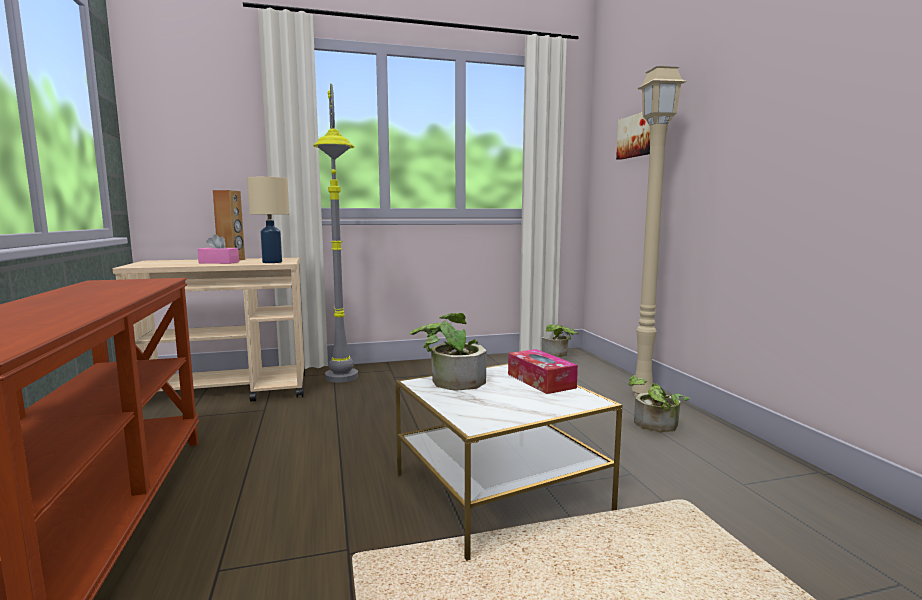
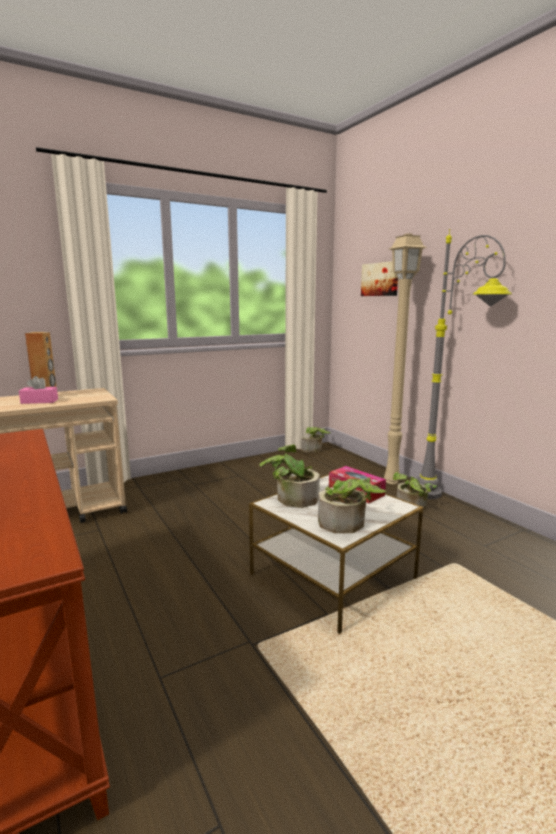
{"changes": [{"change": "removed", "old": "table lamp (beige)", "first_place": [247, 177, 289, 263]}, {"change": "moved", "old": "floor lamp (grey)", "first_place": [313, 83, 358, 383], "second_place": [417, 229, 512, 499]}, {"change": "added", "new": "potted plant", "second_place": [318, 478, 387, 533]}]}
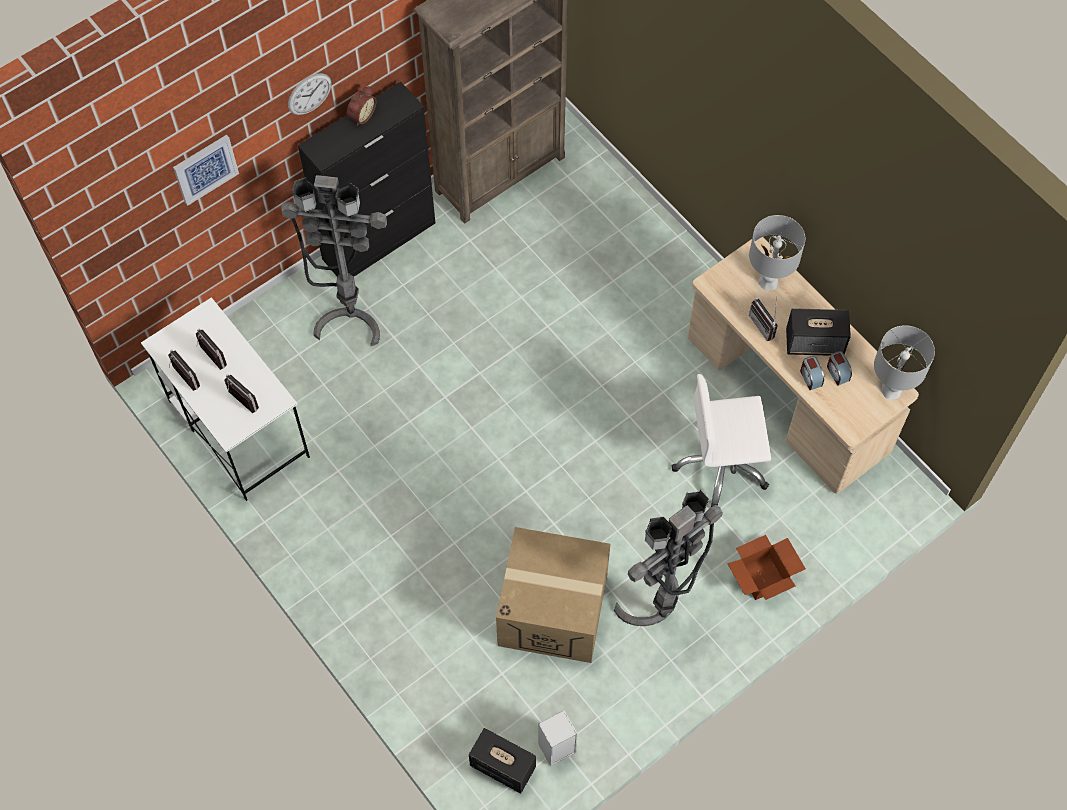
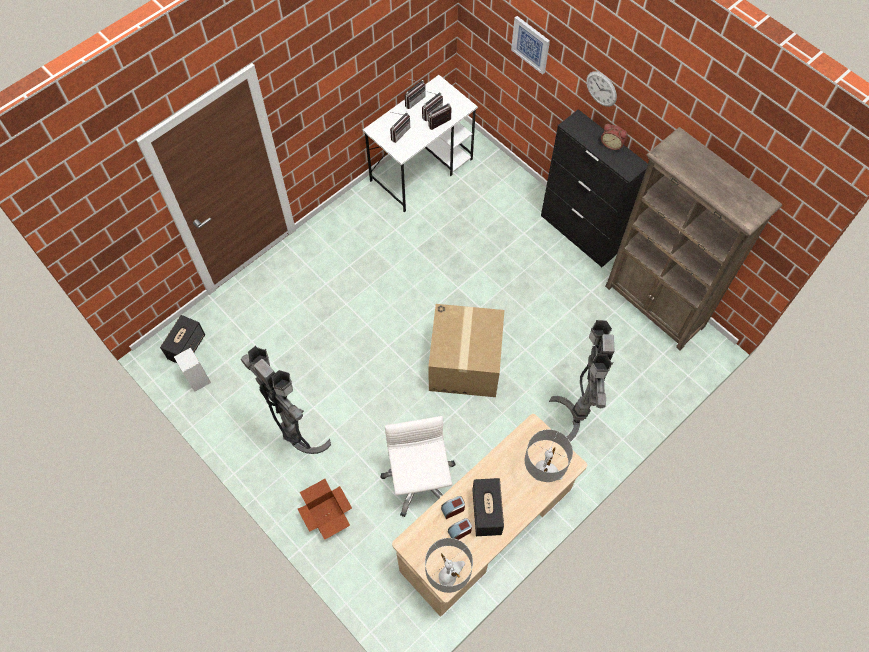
{"changes": [{"change": "moved", "old": "floor lamp (grey)", "first_place": [281, 175, 387, 346], "second_place": [549, 320, 614, 441]}, {"change": "moved", "old": "cardboard box", "first_place": [496, 527, 611, 663], "second_place": [428, 304, 504, 397]}, {"change": "moved", "old": "radio", "first_place": [749, 297, 778, 341], "second_place": [428, 103, 451, 130]}]}
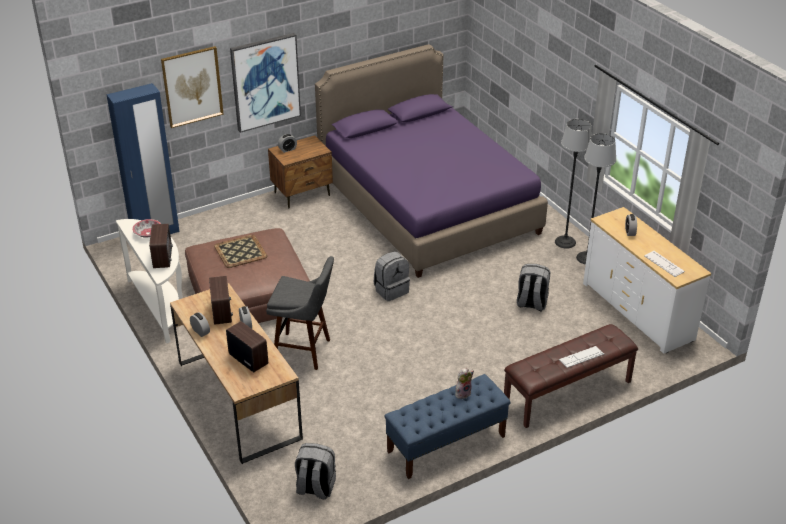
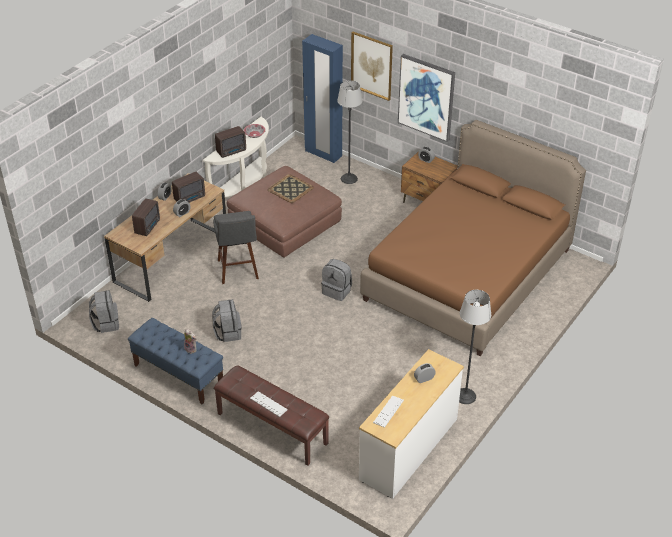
{"changes": [{"change": "recoloured", "old": "bed (purple)", "new": "bed (brown)", "first_place": [315, 44, 548, 278], "second_place": [360, 120, 586, 356]}, {"change": "moved", "old": "backpack (grey)", "first_place": [517, 264, 550, 311], "second_place": [212, 299, 242, 342]}, {"change": "moved", "old": "floor lamp", "first_place": [555, 119, 592, 249], "second_place": [337, 80, 362, 184]}]}
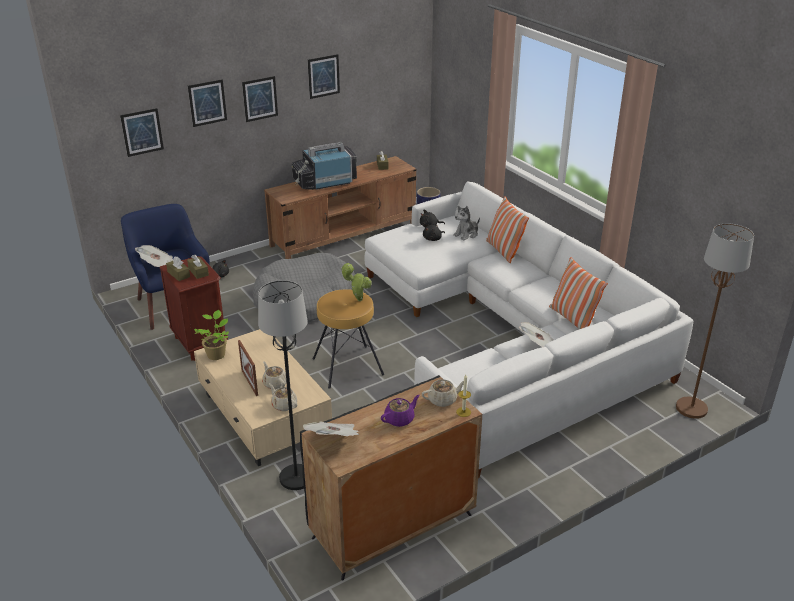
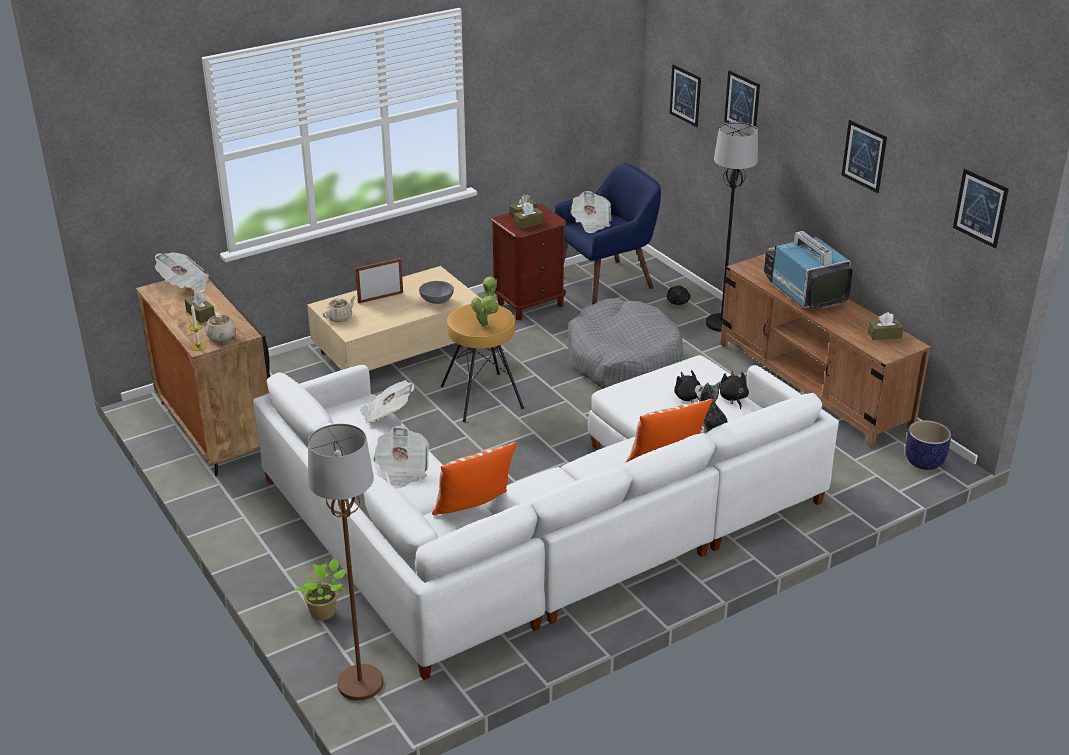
{"changes": [{"change": "moved", "old": "potted plant", "first_place": [194, 310, 229, 360], "second_place": [295, 559, 347, 620]}, {"change": "moved", "old": "picture", "first_place": [242, 76, 278, 122], "second_place": [953, 169, 1009, 248]}, {"change": "moved", "old": "floor lamp (black)", "first_place": [258, 280, 307, 490], "second_place": [706, 122, 758, 332]}, {"change": "removed", "old": "teapot (beige)", "first_place": [262, 361, 286, 389]}, {"change": "replaced", "old": "teapot (purple)", "new": "tissue box (brown)", "first_place": [381, 395, 420, 427], "second_place": [185, 291, 215, 323]}, {"change": "added", "new": "newspaper", "second_place": [360, 380, 414, 423]}, {"change": "added", "new": "bowl (grey)", "second_place": [419, 281, 454, 304]}]}
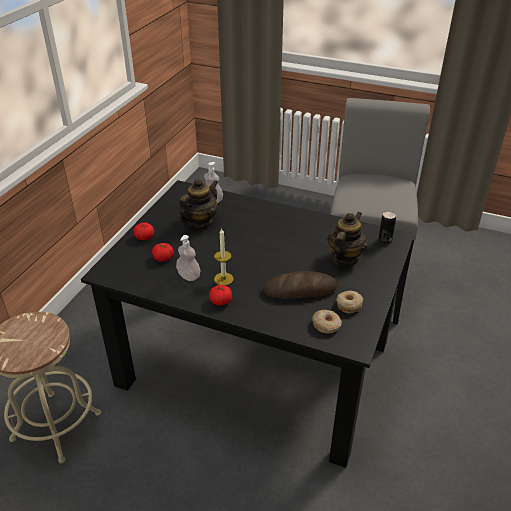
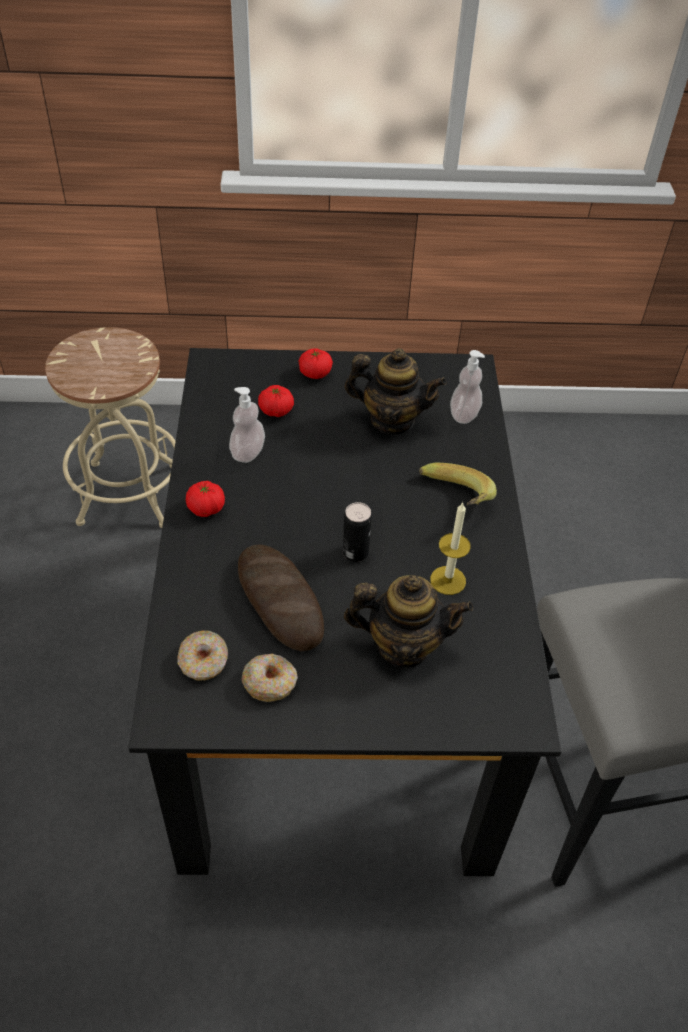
{"changes": [{"change": "moved", "old": "candle", "first_place": [214, 228, 233, 285], "second_place": [430, 503, 471, 595]}, {"change": "moved", "old": "can", "first_place": [378, 211, 396, 244], "second_place": [342, 502, 372, 562]}, {"change": "added", "new": "banana", "second_place": [419, 463, 497, 505]}]}
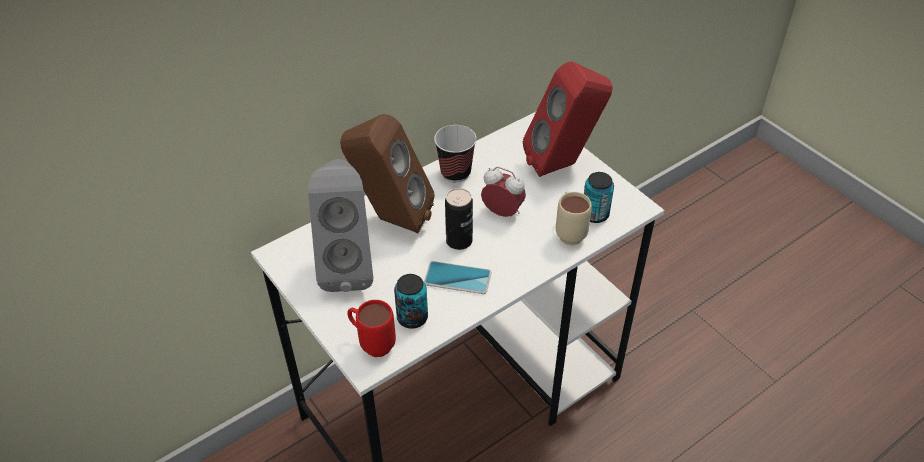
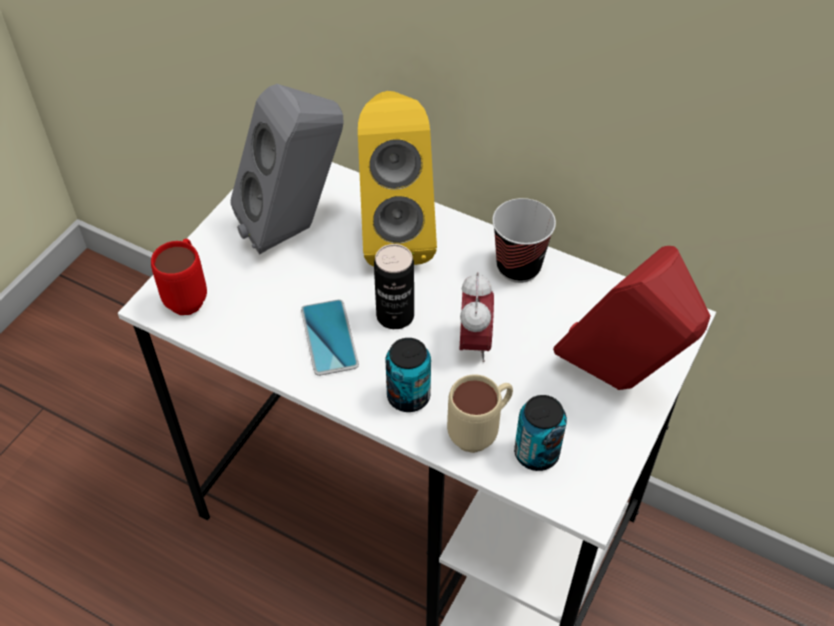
{"changes": [{"change": "recoloured", "old": "speaker (brown)", "new": "speaker (yellow)", "first_place": [340, 114, 435, 233], "second_place": [358, 91, 437, 266]}, {"change": "moved", "old": "can", "first_place": [394, 274, 428, 329], "second_place": [385, 338, 431, 412]}]}
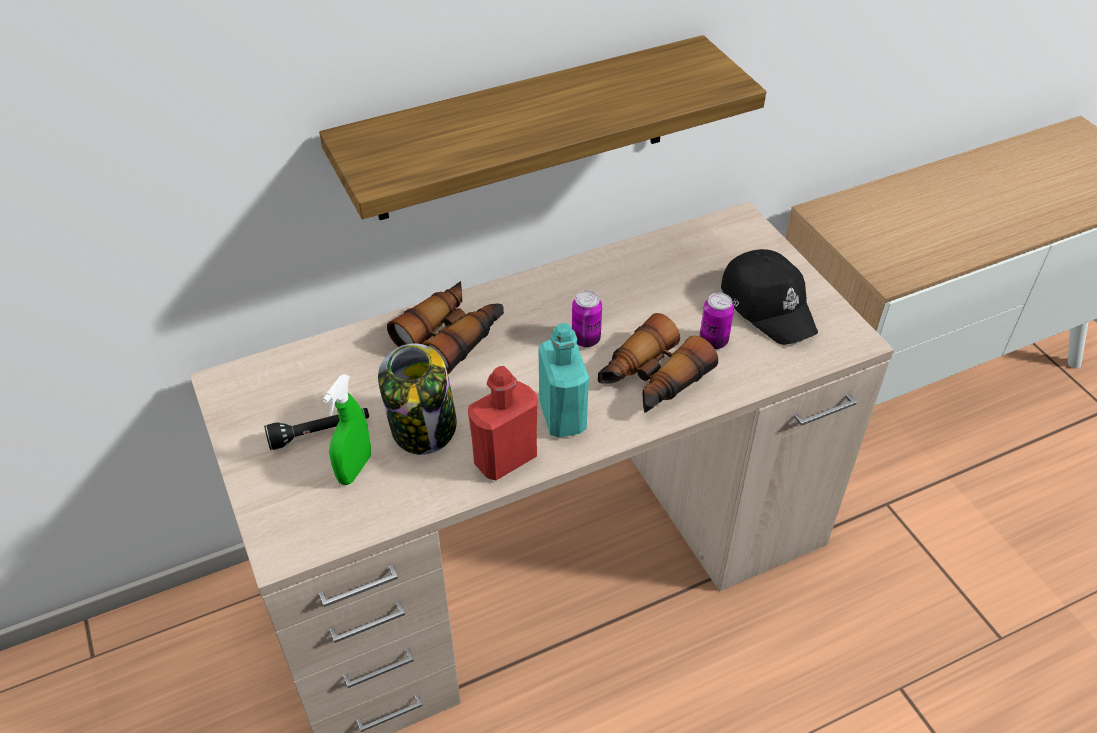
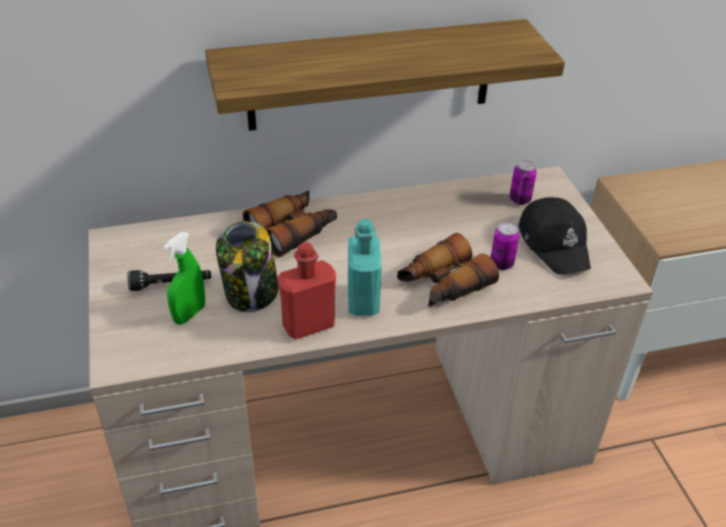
{"changes": [{"change": "moved", "old": "can", "first_place": [572, 291, 602, 347], "second_place": [510, 160, 537, 205]}]}
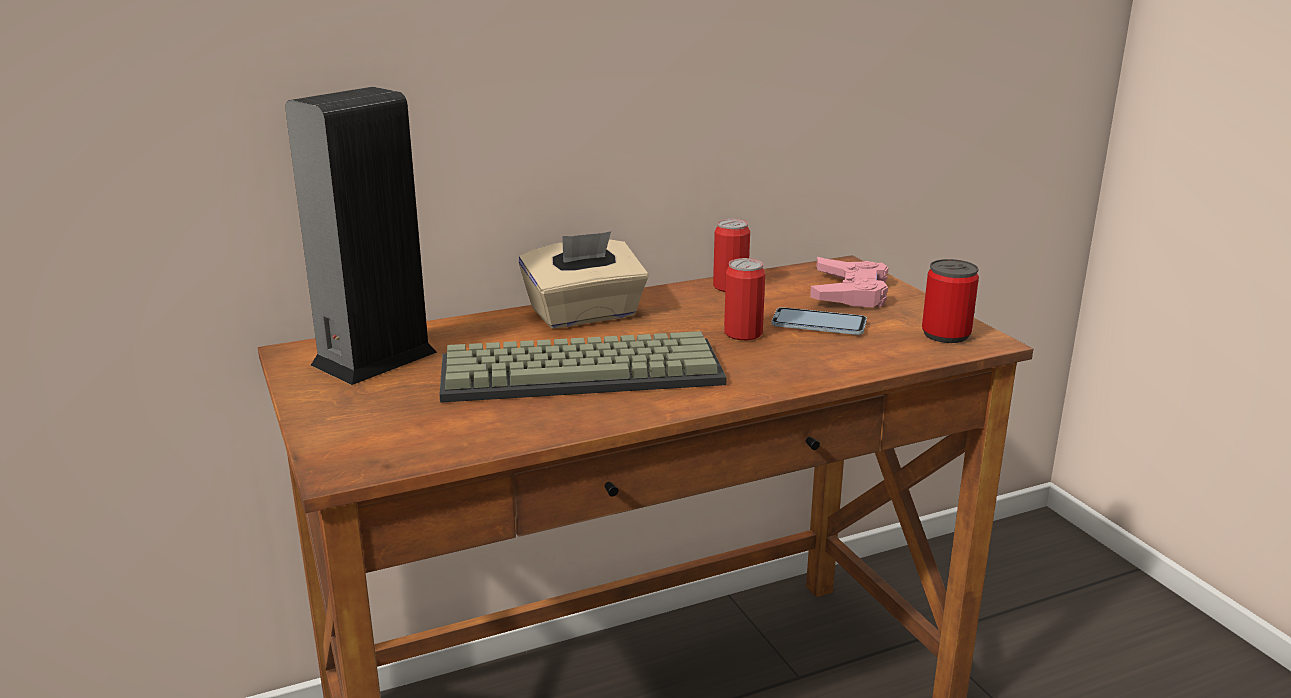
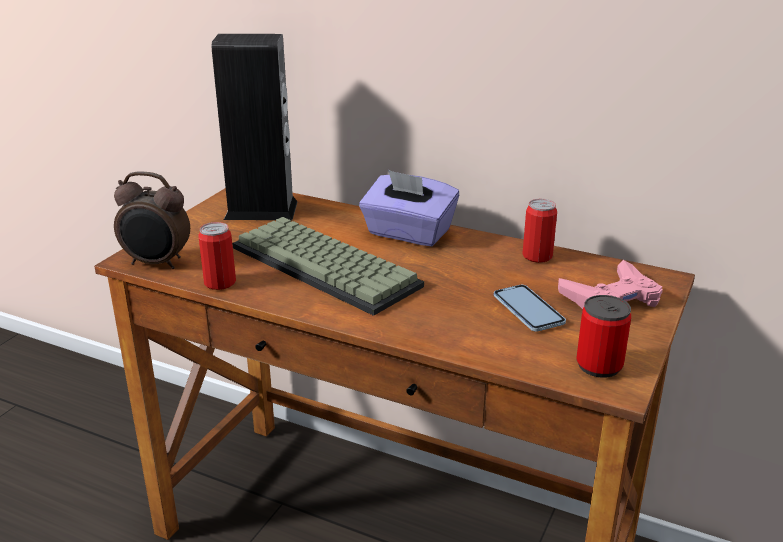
{"changes": [{"change": "recoloured", "old": "tissue box (beige)", "new": "tissue box (purple)", "first_place": [519, 231, 648, 328], "second_place": [359, 170, 459, 246]}, {"change": "moved", "old": "can", "first_place": [724, 258, 765, 340], "second_place": [198, 222, 236, 290]}, {"change": "added", "new": "alarm clock", "second_place": [114, 171, 190, 269]}]}
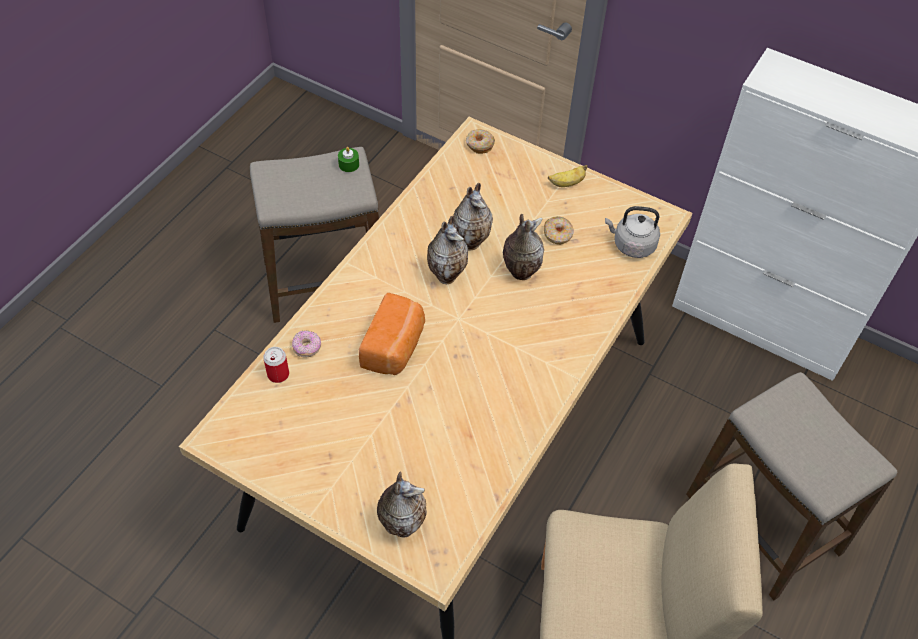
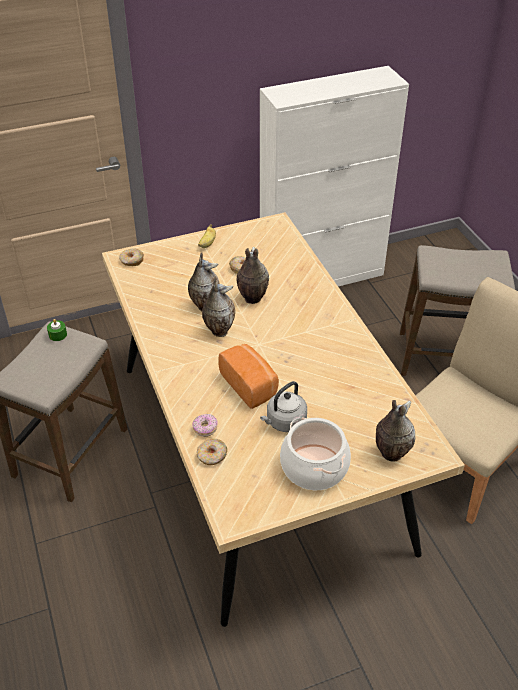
{"changes": [{"change": "replaced", "old": "can", "new": "donut", "first_place": [263, 347, 289, 383], "second_place": [197, 439, 227, 465]}, {"change": "moved", "old": "kettle (grey)", "first_place": [605, 206, 660, 258], "second_place": [260, 381, 307, 432]}, {"change": "added", "new": "cooking pot", "second_place": [280, 418, 351, 490]}]}
